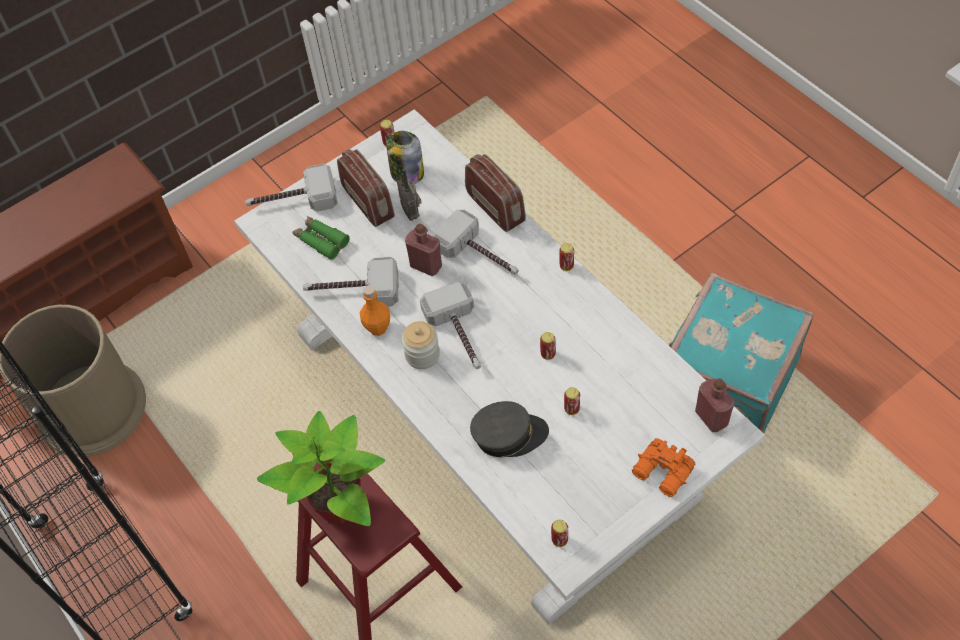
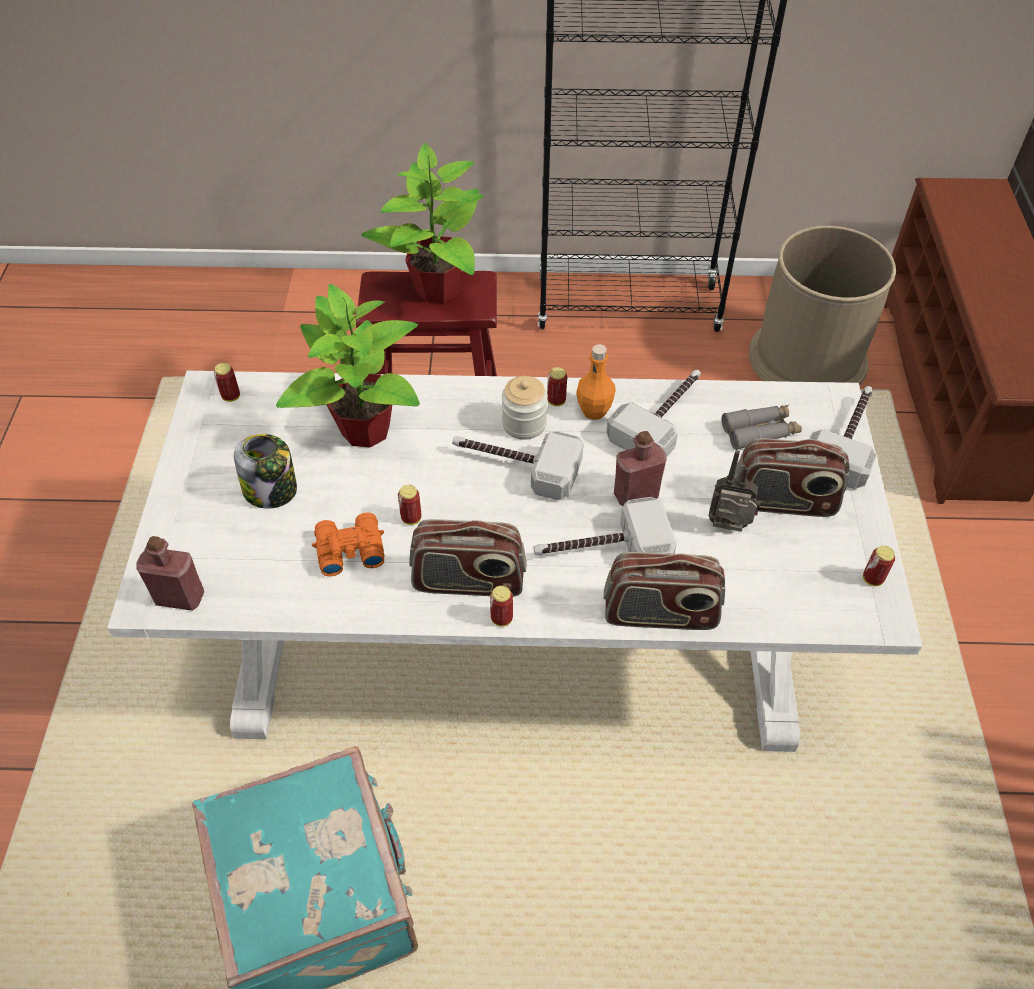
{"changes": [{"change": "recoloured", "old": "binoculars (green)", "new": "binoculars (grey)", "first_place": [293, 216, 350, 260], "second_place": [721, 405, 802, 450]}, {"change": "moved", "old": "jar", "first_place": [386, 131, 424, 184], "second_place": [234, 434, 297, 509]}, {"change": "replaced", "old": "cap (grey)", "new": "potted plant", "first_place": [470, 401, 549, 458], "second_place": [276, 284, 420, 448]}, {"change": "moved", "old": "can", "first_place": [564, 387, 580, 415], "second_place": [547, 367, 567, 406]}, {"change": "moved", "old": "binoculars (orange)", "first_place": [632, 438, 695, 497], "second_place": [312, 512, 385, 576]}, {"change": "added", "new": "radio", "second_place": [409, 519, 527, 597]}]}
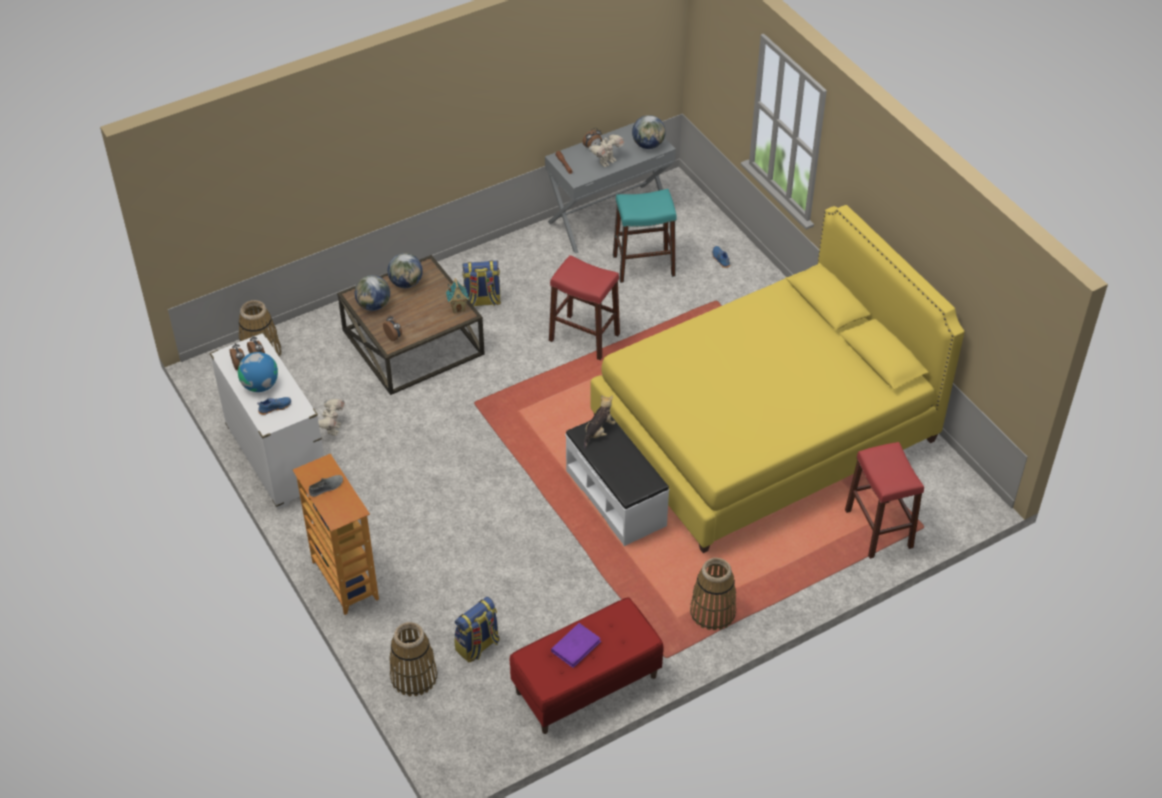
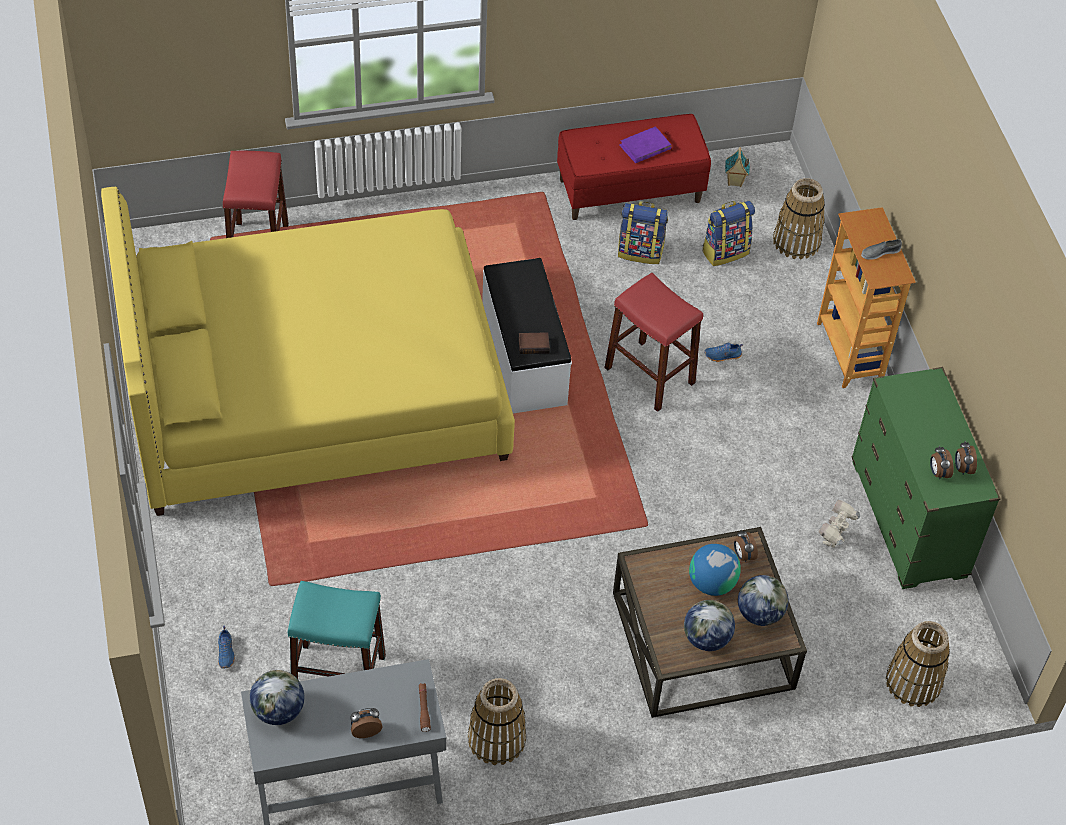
{"changes": [{"change": "recoloured", "old": "dresser (white)", "new": "dresser (green)", "first_place": [210, 332, 324, 509], "second_place": [852, 367, 1001, 589]}, {"change": "moved", "old": "globe", "first_place": [238, 352, 278, 392], "second_place": [689, 544, 741, 596]}, {"change": "moved", "old": "shoe (blue)", "first_place": [257, 397, 291, 415], "second_place": [704, 343, 743, 362]}, {"change": "moved", "old": "toy house", "first_place": [446, 278, 469, 313], "second_place": [725, 147, 750, 187]}, {"change": "moved", "old": "backpack", "first_place": [462, 260, 501, 306], "second_place": [618, 201, 668, 264]}, {"change": "moved", "old": "stool (red)", "first_place": [549, 255, 620, 360], "second_place": [604, 273, 703, 412]}, {"change": "replaced", "old": "plush toy", "new": "book", "first_place": [584, 395, 616, 449], "second_place": [519, 332, 550, 354]}, {"change": "removed", "old": "toy robot", "first_place": [589, 134, 625, 167]}, {"change": "moved", "old": "basket", "first_place": [690, 558, 736, 630], "second_place": [468, 678, 526, 765]}]}
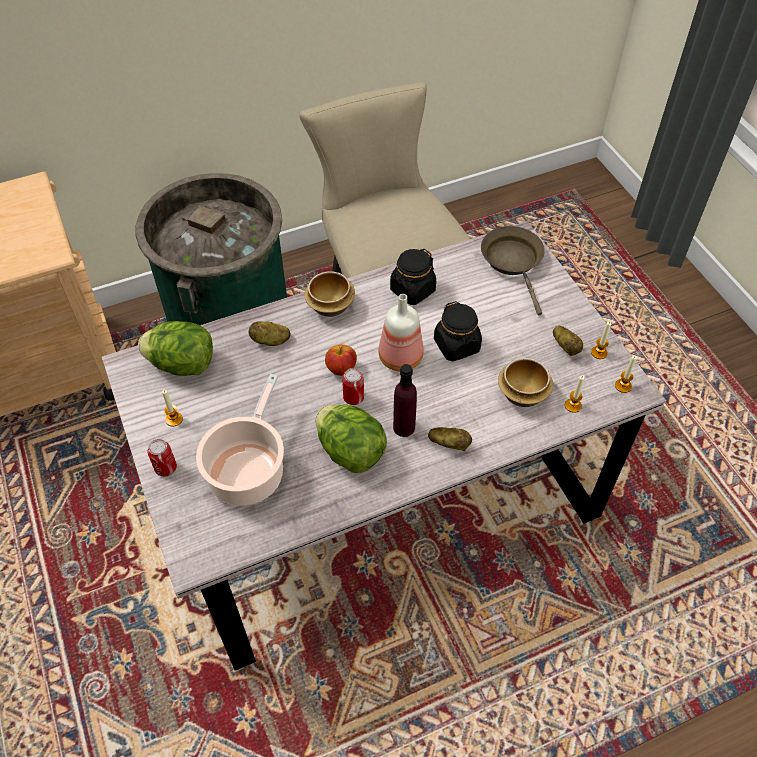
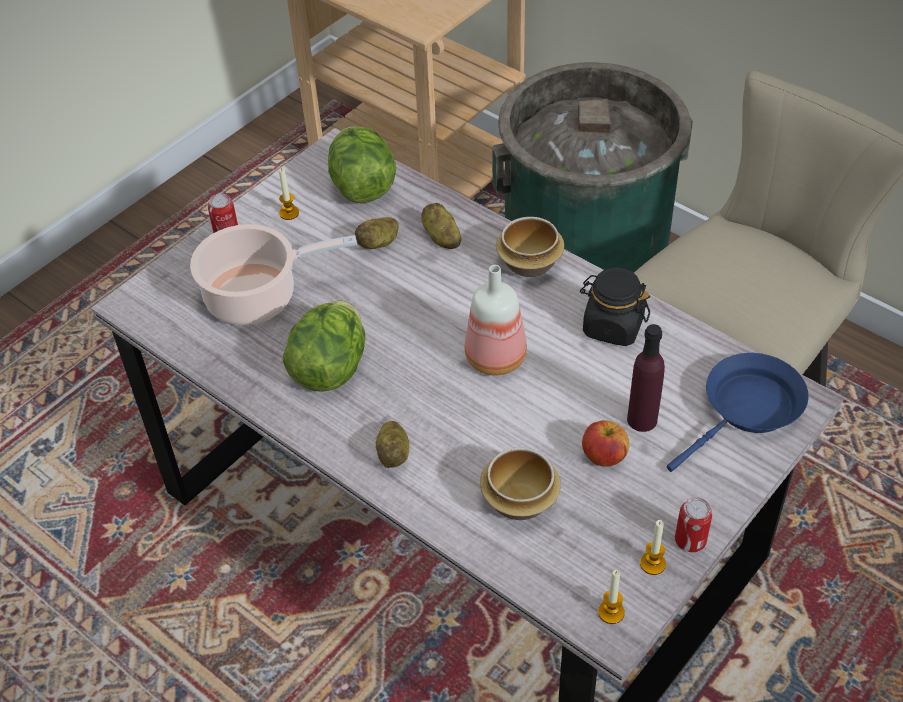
{"changes": [{"change": "moved", "old": "apple", "first_place": [325, 344, 357, 376], "second_place": [582, 420, 630, 467]}, {"change": "moved", "old": "can", "first_place": [342, 368, 364, 405], "second_place": [675, 497, 712, 552]}, {"change": "moved", "old": "bottle (purple)", "first_place": [393, 364, 417, 437], "second_place": [627, 324, 665, 432]}, {"change": "removed", "old": "jar (black)", "first_place": [434, 301, 482, 361]}, {"change": "recoloured", "old": "frying pan (brown)", "new": "frying pan (blue)", "first_place": [481, 226, 545, 315], "second_place": [667, 353, 809, 472]}, {"change": "moved", "old": "potato", "first_place": [553, 326, 583, 356], "second_place": [355, 217, 398, 249]}, {"change": "removed", "old": "candle", "first_place": [565, 375, 585, 413]}]}
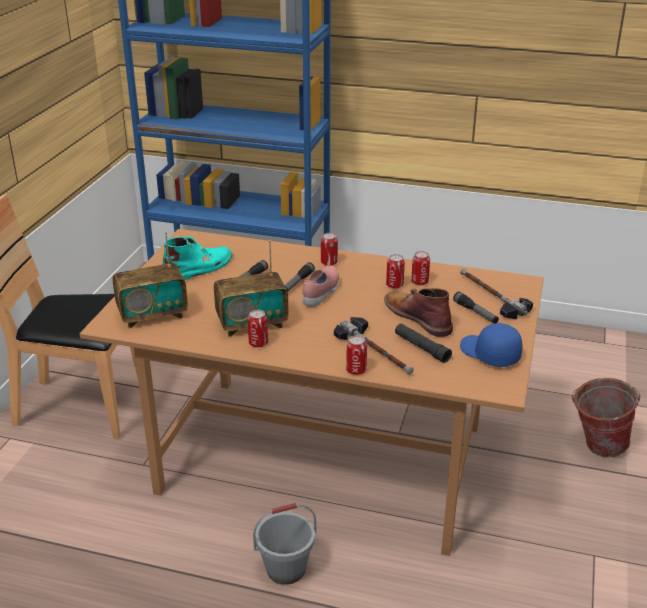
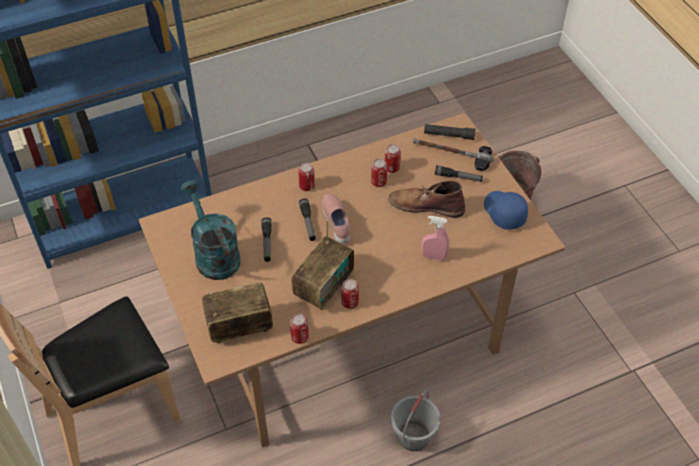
{"changes": [{"change": "turned", "old": "radio", "first_place": [112, 232, 188, 328], "second_place": [202, 282, 273, 343], "degrees": -135}, {"change": "replaced", "old": "boot (turquoise)", "new": "watering can (turquoise)", "first_place": [162, 236, 232, 280], "second_place": [181, 180, 240, 280]}, {"change": "replaced", "old": "hammer", "new": "spray bottle (pink)", "first_place": [334, 317, 414, 375], "second_place": [421, 216, 450, 261]}, {"change": "moved", "old": "can", "first_place": [346, 335, 367, 375], "second_place": [290, 314, 309, 344]}, {"change": "moved", "old": "flashlight (black)", "first_place": [395, 323, 452, 363], "second_place": [424, 124, 476, 140]}, {"change": "turned", "old": "cap (blue)", "first_place": [460, 323, 523, 367], "second_place": [484, 191, 528, 230], "degrees": 60}]}
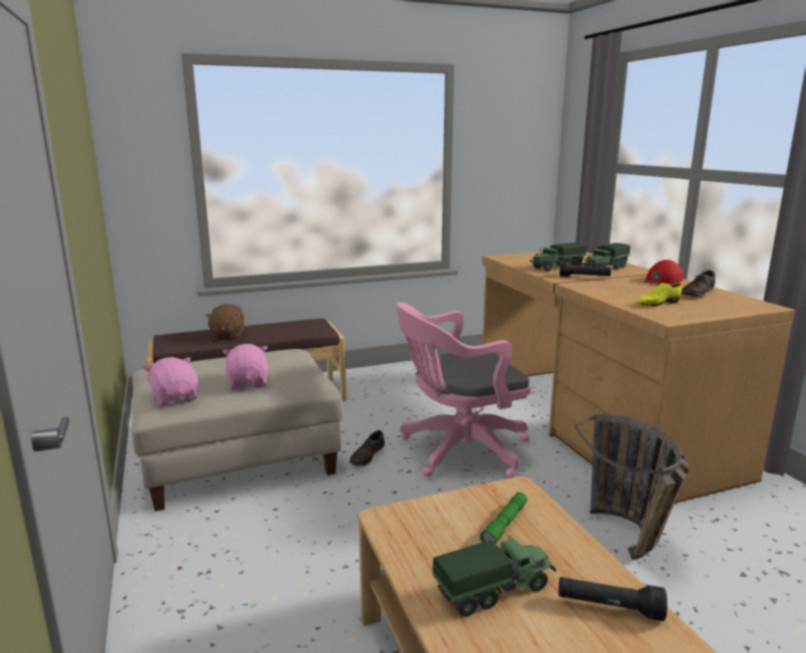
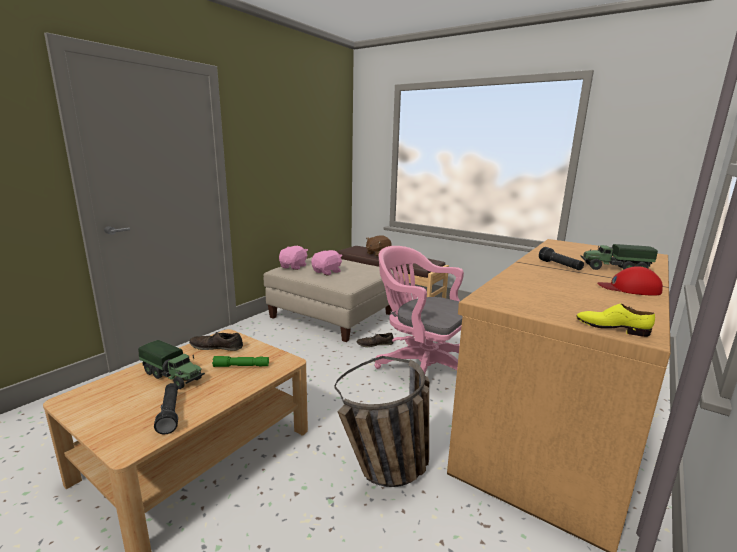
{"changes": [{"change": "removed", "old": "toy truck", "first_place": [530, 243, 586, 271]}, {"change": "moved", "old": "shoe (yellow)", "first_place": [637, 283, 682, 306], "second_place": [576, 303, 655, 337]}, {"change": "moved", "old": "shoe (brown)", "first_place": [681, 270, 715, 297], "second_place": [189, 332, 243, 351]}]}
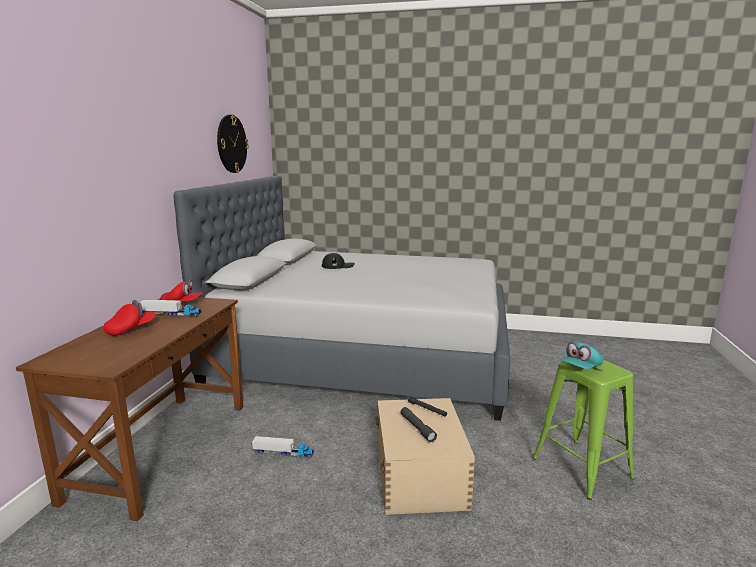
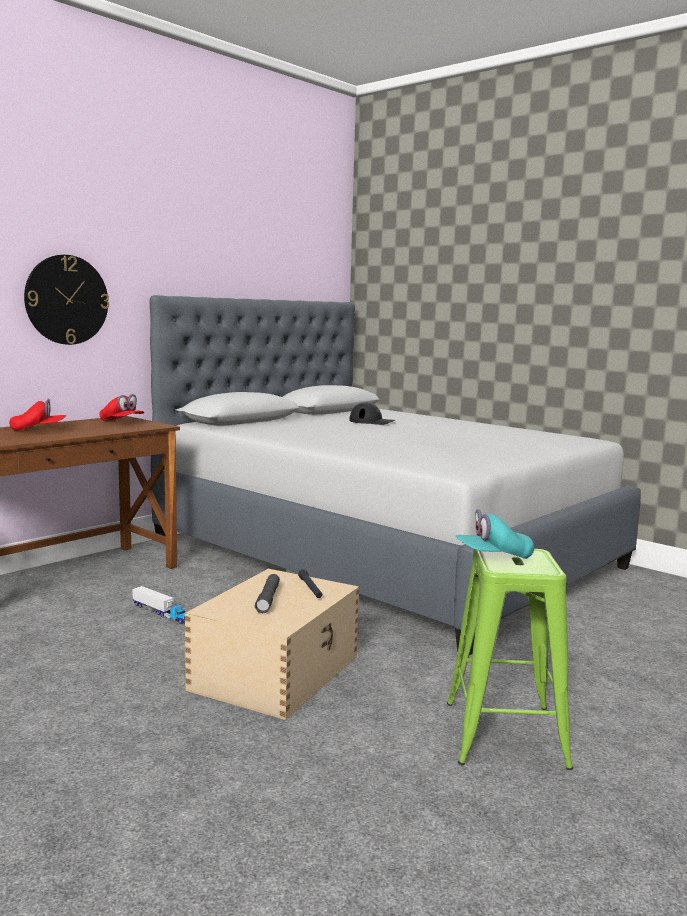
{"changes": [{"change": "removed", "old": "toy truck", "first_place": [138, 300, 202, 317]}, {"change": "moved", "old": "wall clock", "first_place": [217, 115, 249, 173], "second_place": [24, 255, 109, 345]}]}
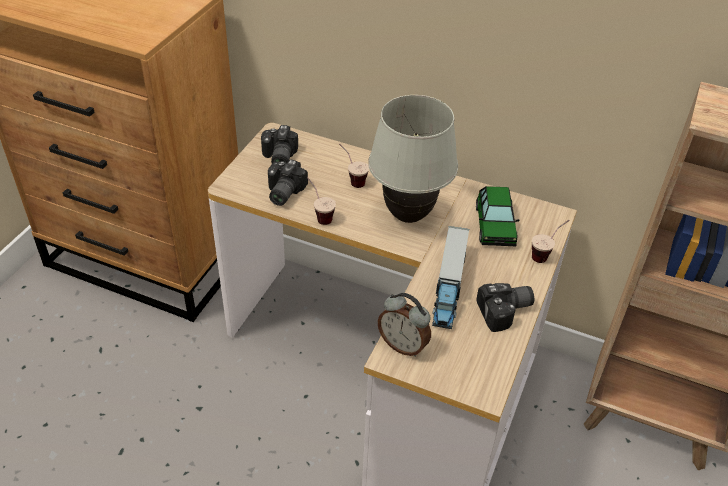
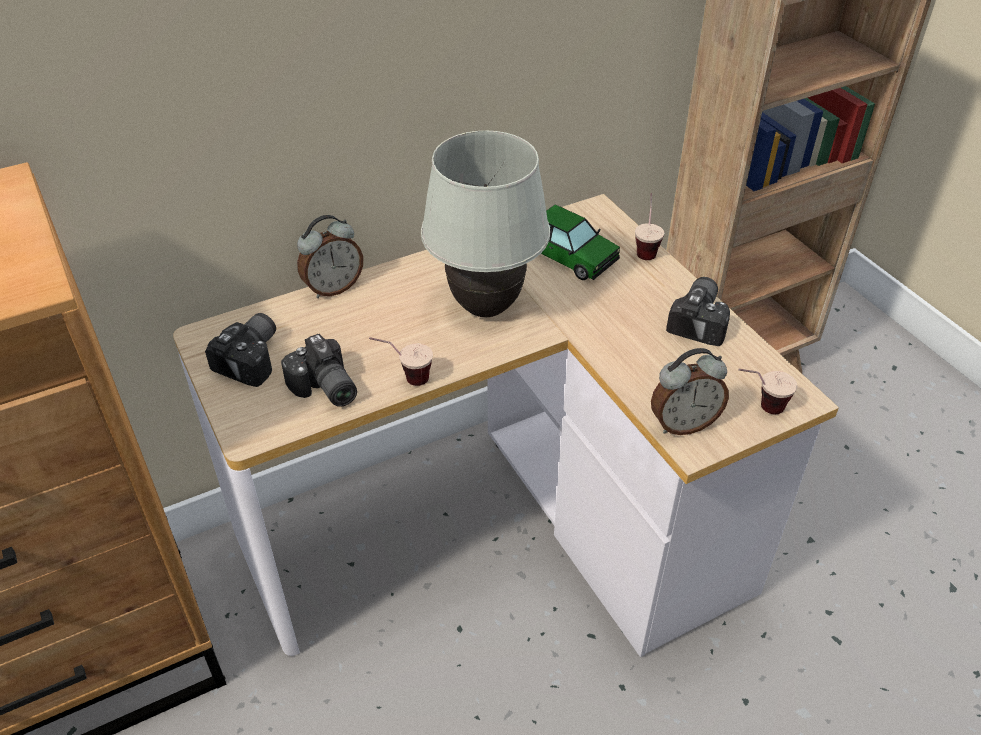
{"changes": [{"change": "turned", "old": "photo camera", "first_place": [261, 125, 298, 163], "second_place": [205, 313, 276, 387], "degrees": -105}, {"change": "moved", "old": "cup", "first_place": [339, 144, 369, 188], "second_place": [738, 369, 798, 414]}, {"change": "removed", "old": "toy truck", "first_place": [432, 226, 469, 329]}, {"change": "added", "new": "alarm clock", "second_place": [297, 215, 363, 298]}]}
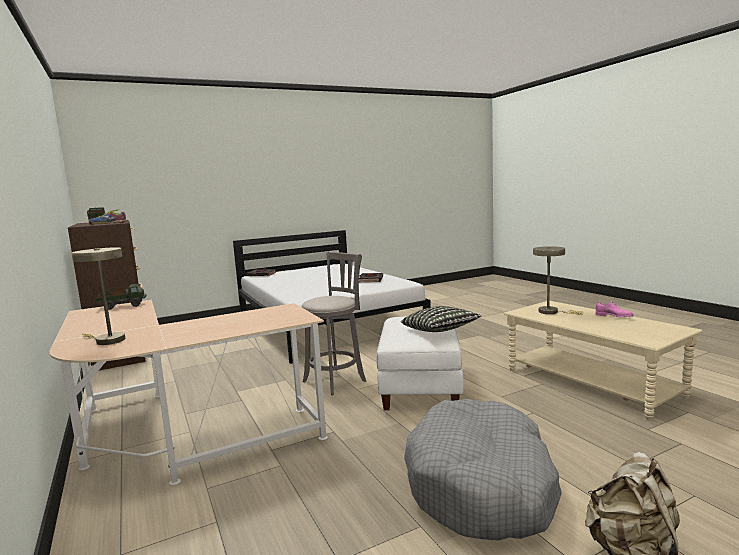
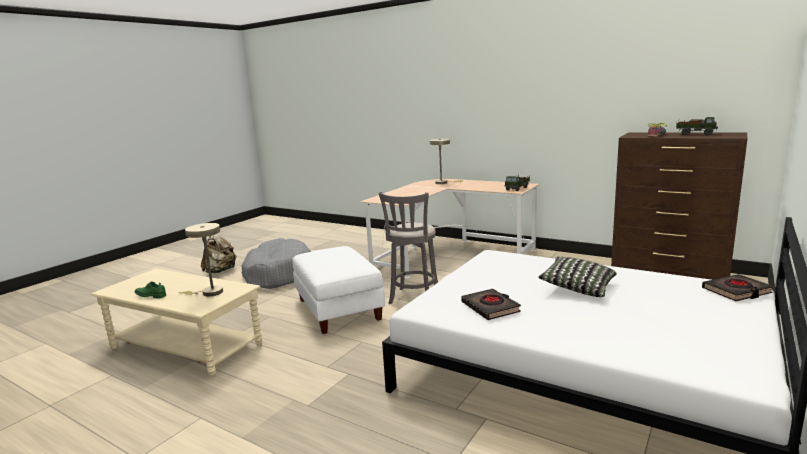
{"changes": [{"change": "moved", "old": "pillow", "first_place": [401, 306, 481, 332], "second_place": [538, 257, 617, 297]}, {"change": "recoloured", "old": "shoe (pink)", "new": "shoe (green)", "first_place": [596, 300, 634, 317], "second_place": [135, 281, 166, 298]}]}
